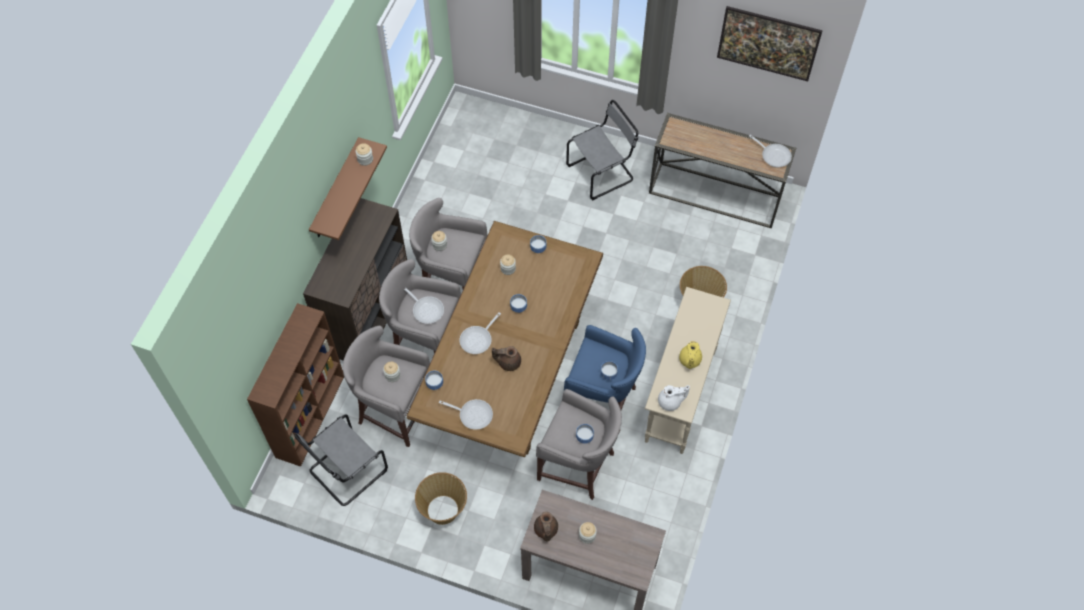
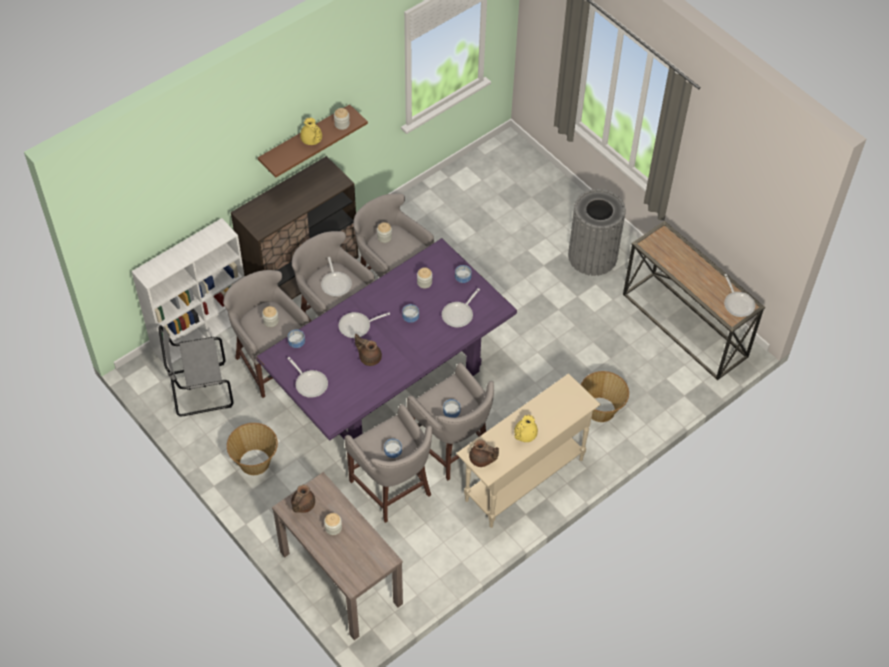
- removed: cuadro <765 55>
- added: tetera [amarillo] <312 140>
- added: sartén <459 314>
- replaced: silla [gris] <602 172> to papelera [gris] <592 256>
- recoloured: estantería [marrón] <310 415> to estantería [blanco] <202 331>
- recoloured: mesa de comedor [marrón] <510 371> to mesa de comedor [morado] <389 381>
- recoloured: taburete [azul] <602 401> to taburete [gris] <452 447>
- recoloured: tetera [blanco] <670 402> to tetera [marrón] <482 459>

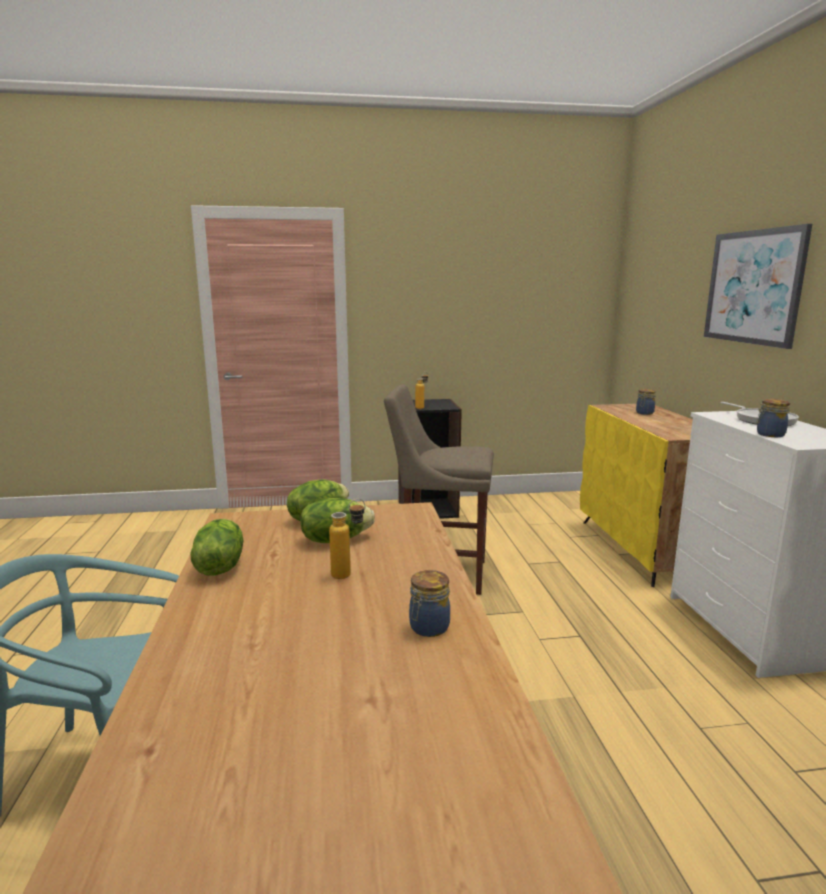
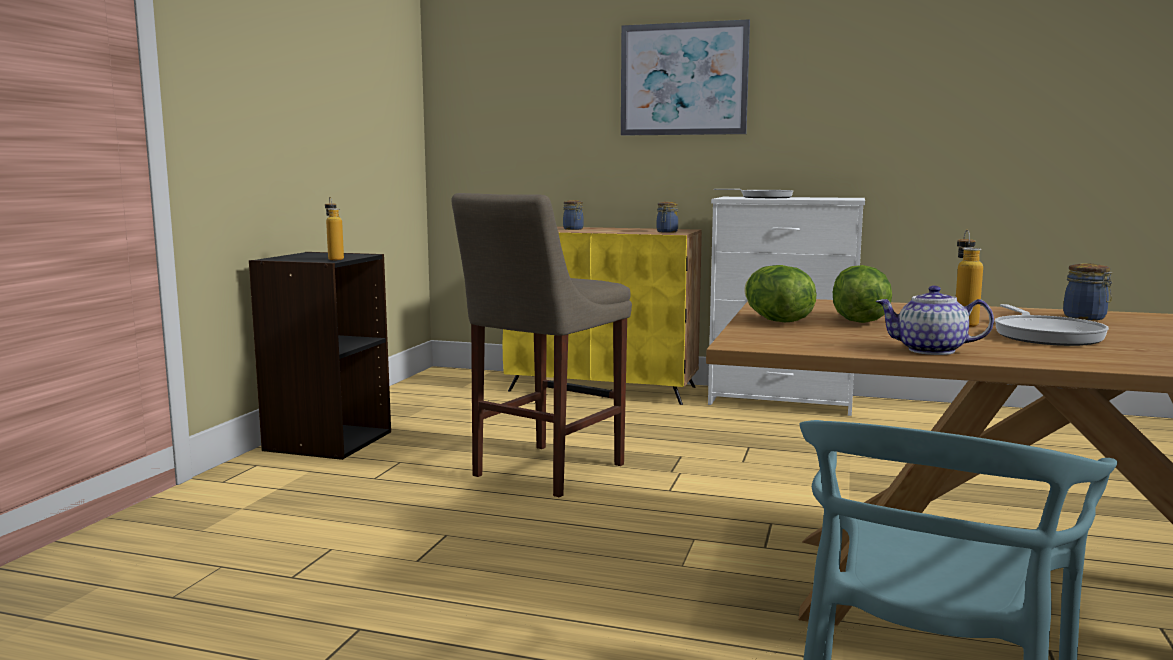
- added: sartén <1045 335>
- moved: tarro <769 434> to <666 232>
- replaced: lechuga <219 566> to tetera <930 350>

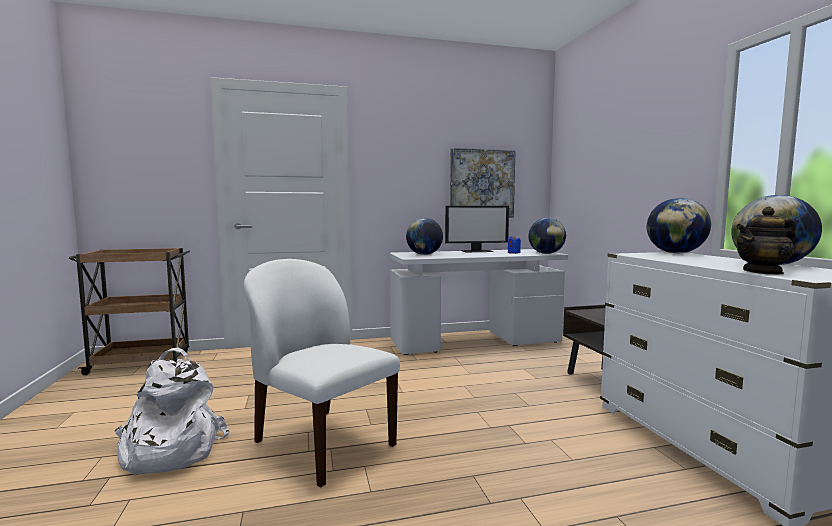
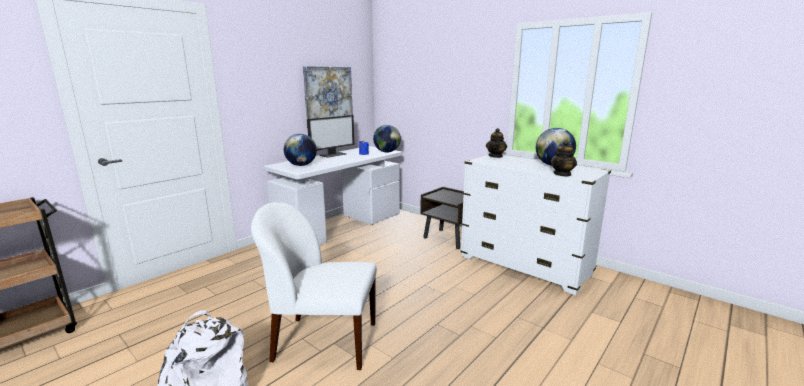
- replaced: globo terráqueo <675 253> to tetera <496 156>

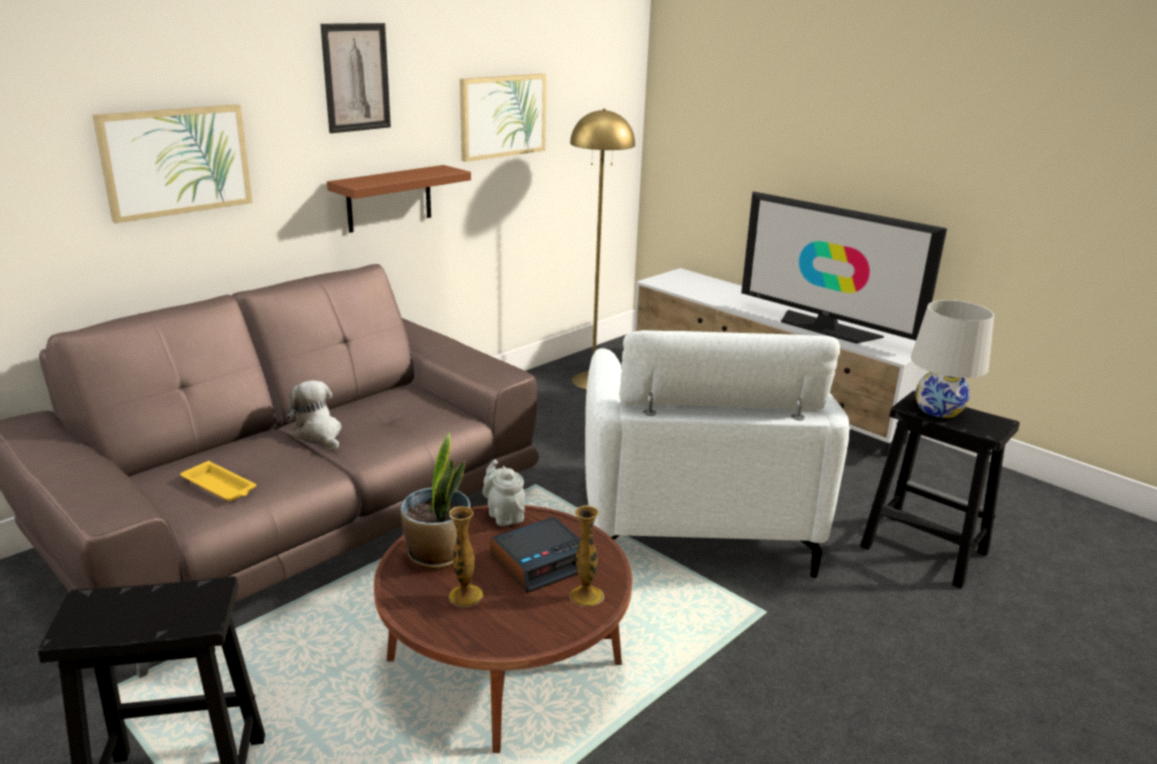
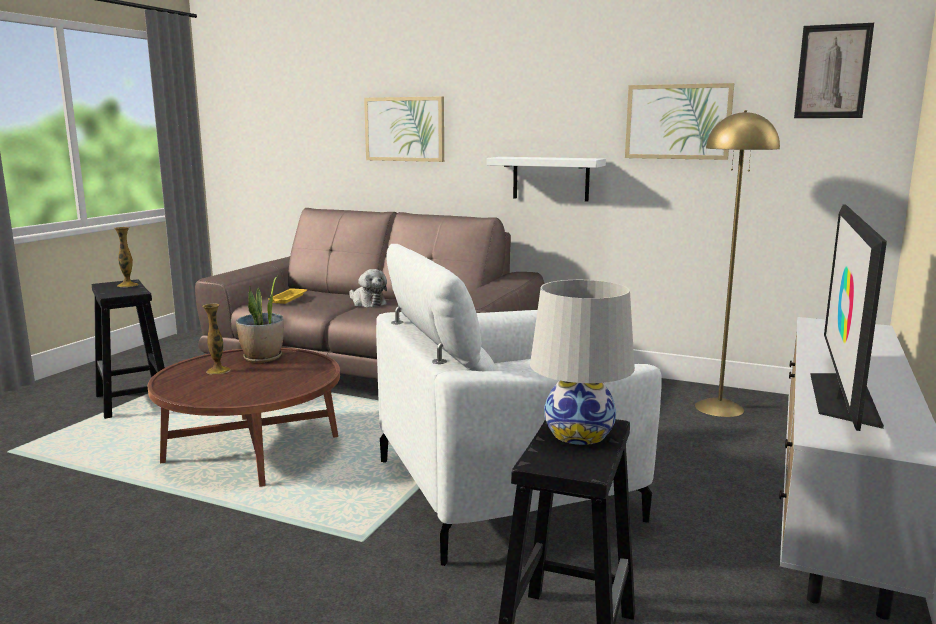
- removed: tetera [gris] <504 515>
- removed: despertador <540 562>
- moved: cuadro <356 77> to <832 72>
- moved: florero <586 596> to <128 285>
- recoloured: estante [marrón] <389 198> to estante [blanco] <550 178>
- turned: peluche <319 434> = <367 303> 105 degrees clockwise

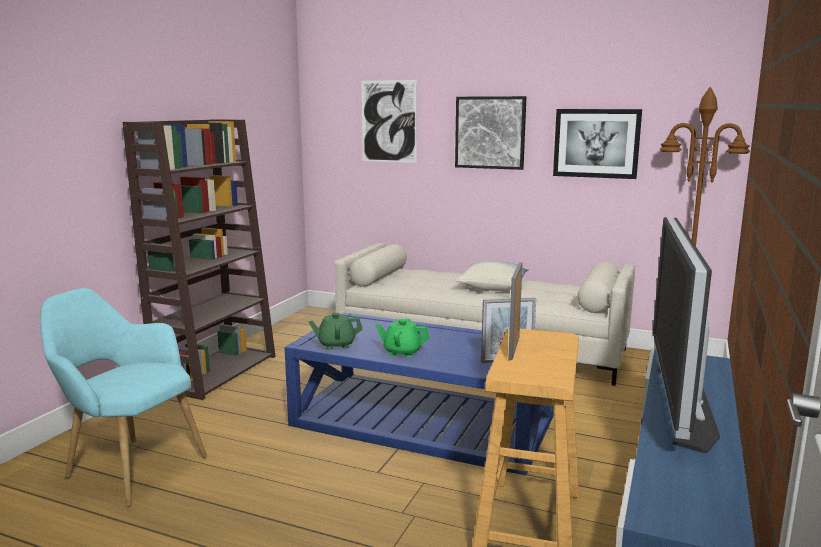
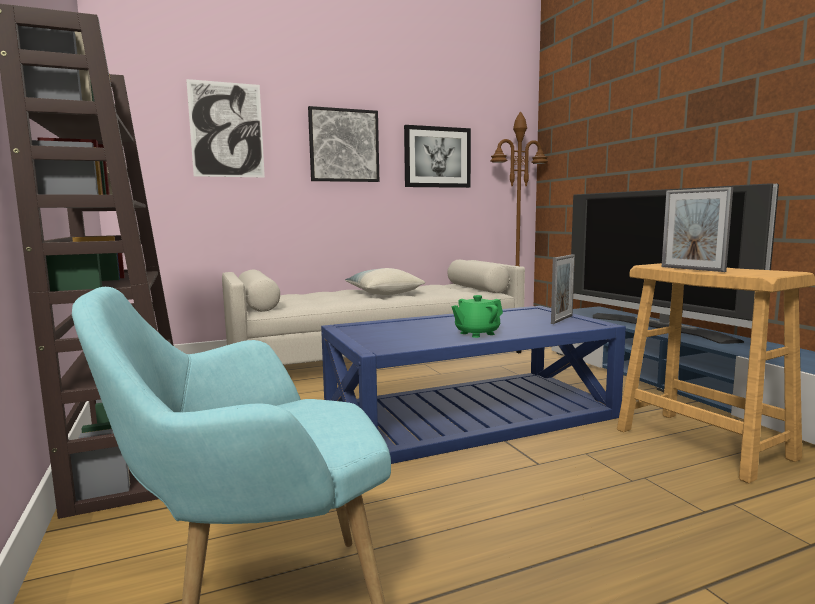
- removed: tetera [verde] <336 345>

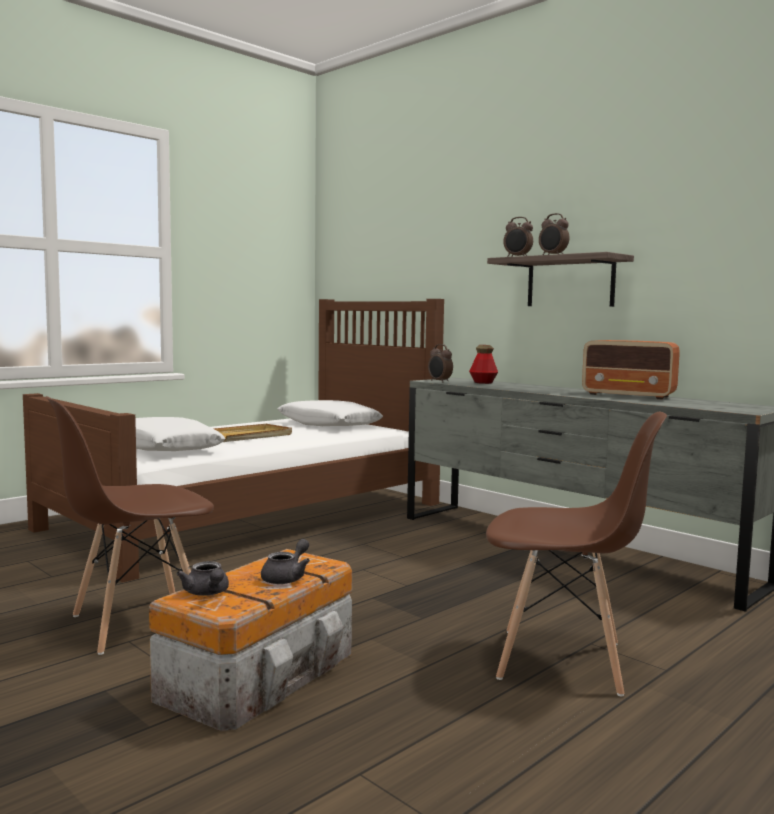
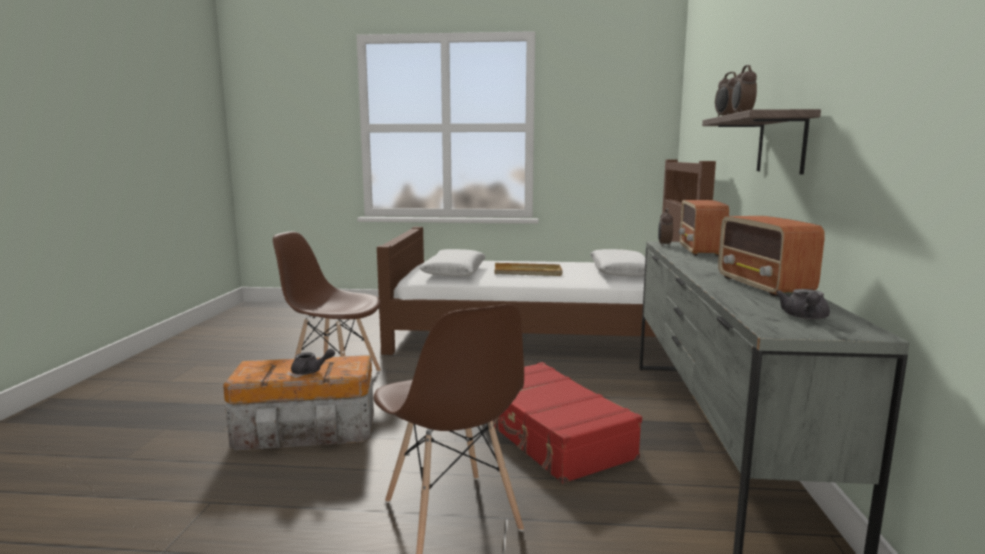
- added: maleta [rojo] <549 435>
- moved: tetera [gris] <207 593> to <804 317>
- replaced: botella <483 382> to radio <700 250>

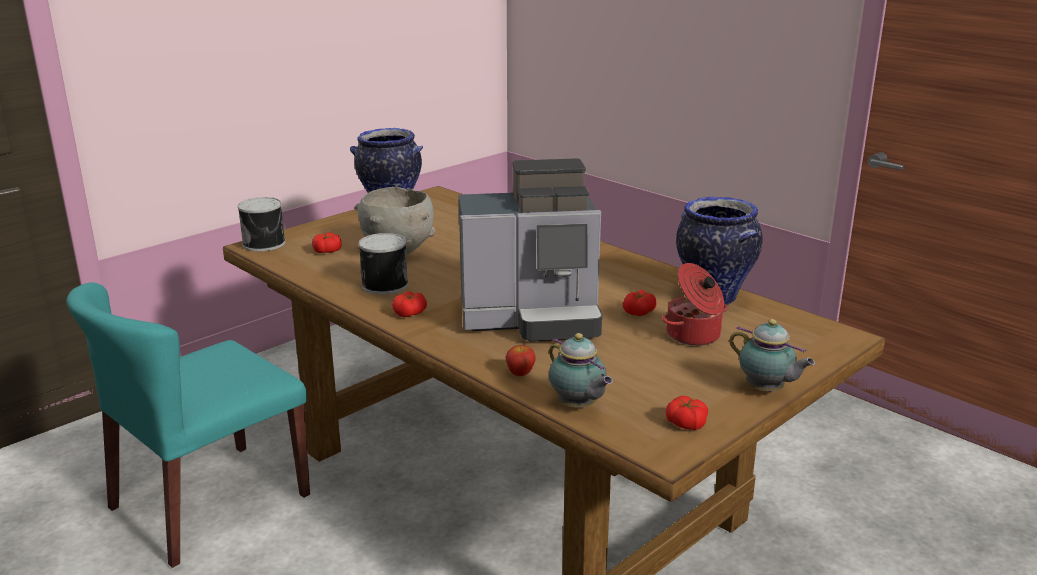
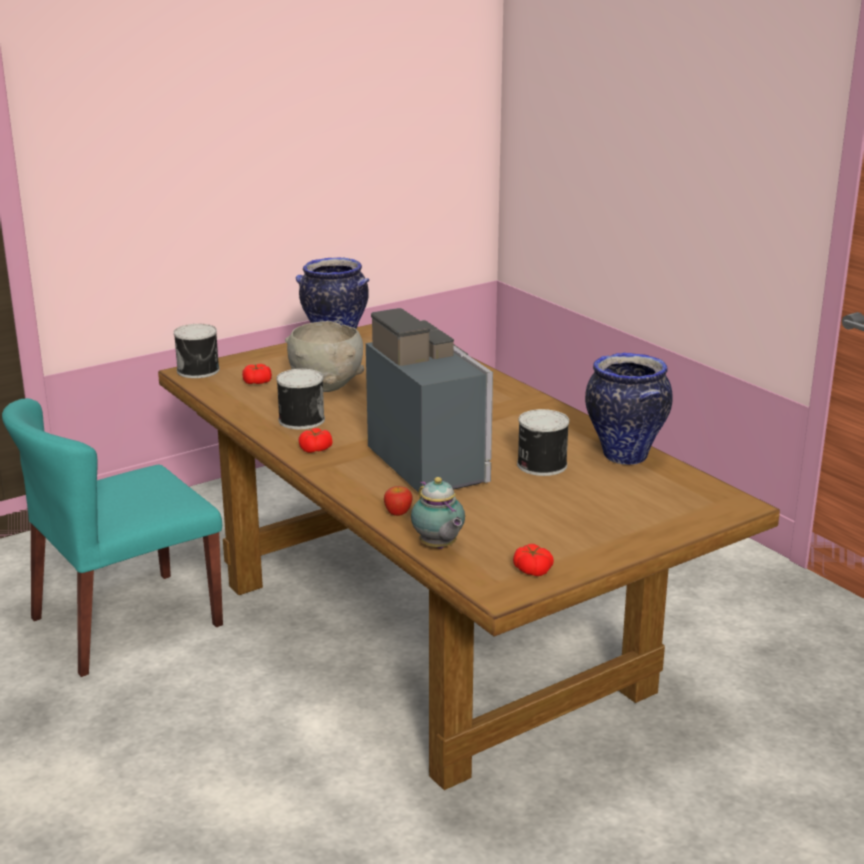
- removed: olla <694 335>
- removed: tetera <766 391>
- replaced: tomate <639 312> to lata <540 465>
- turned: cafetera <533 318> = <432 463> 120 degrees counterclockwise

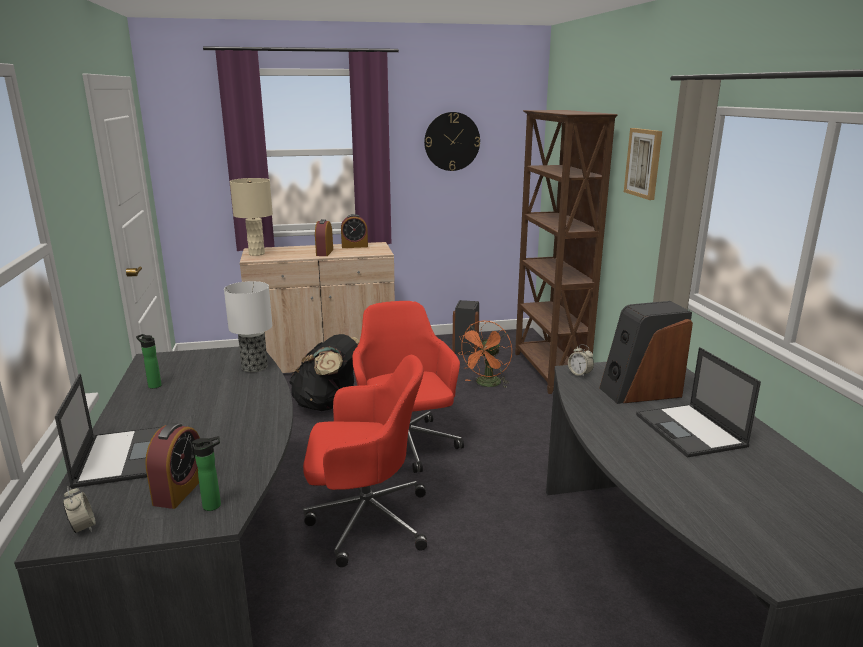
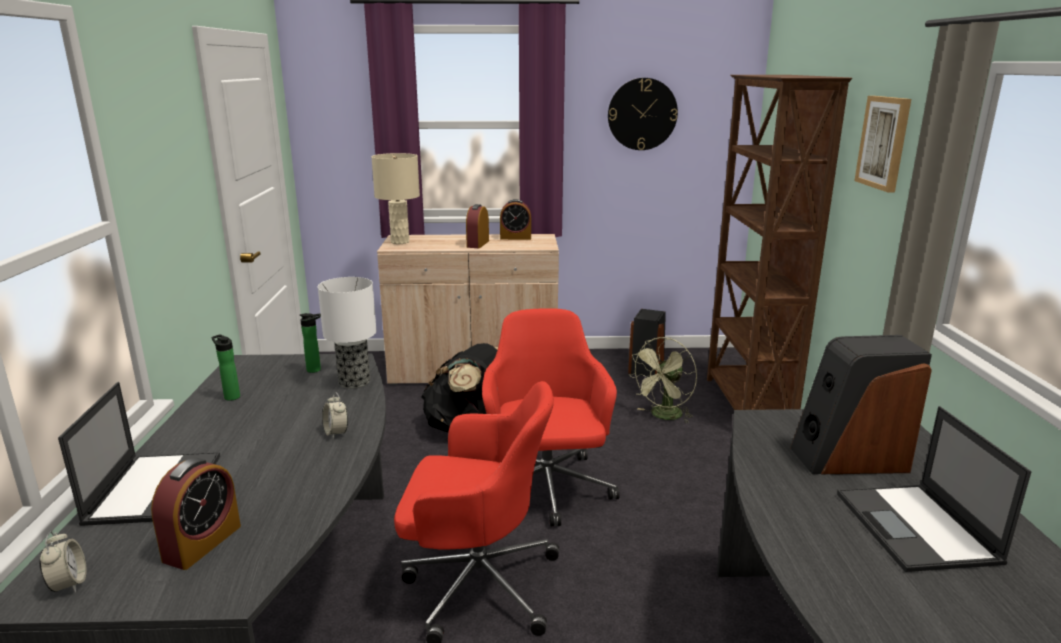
- moved: botella <215 505> to <316 370>
- moved: despertador <579 374> to <336 433>
- recoloured: ventilador [naranja] <486 384> to ventilador [verde] <663 416>

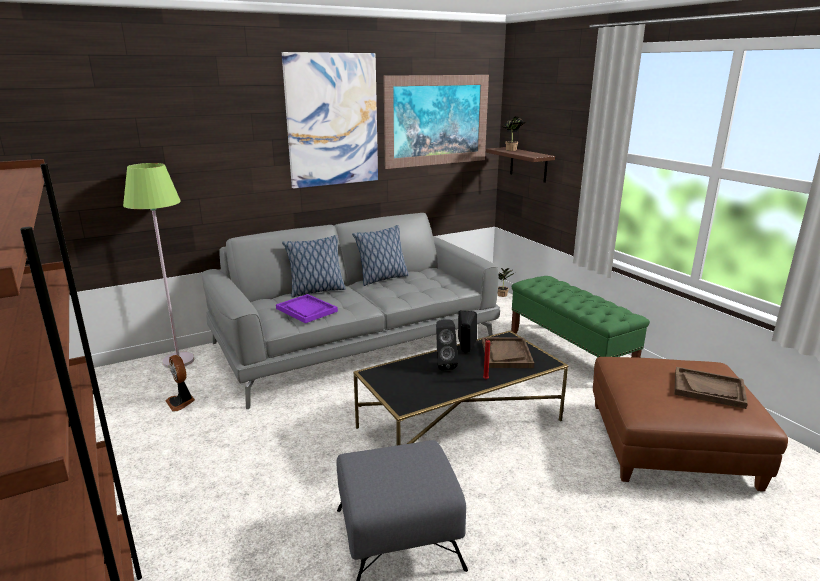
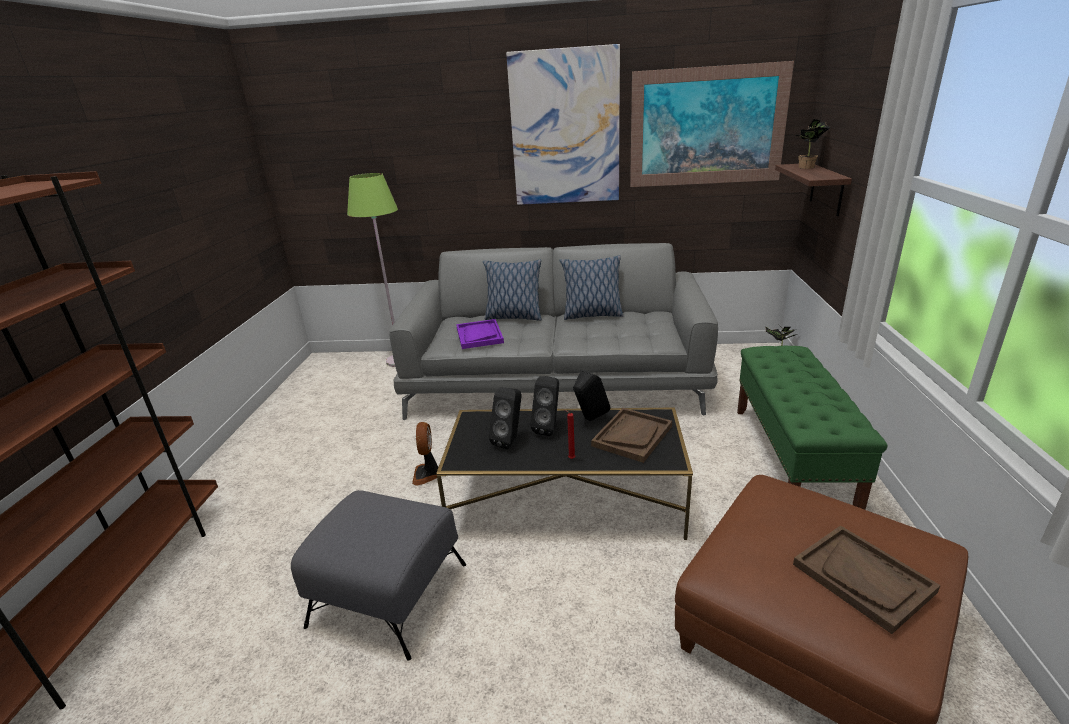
- added: altavoz [negro] <510 441>
- moved: ventilador <181 402> to <428 474>

